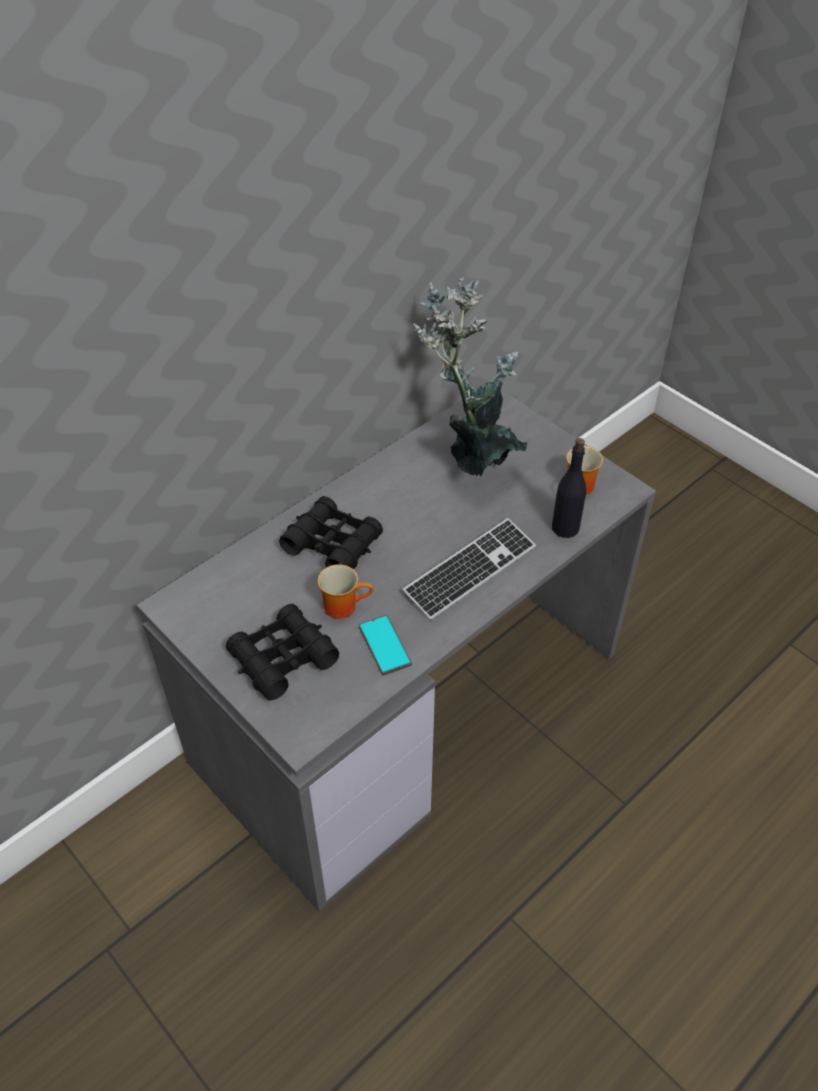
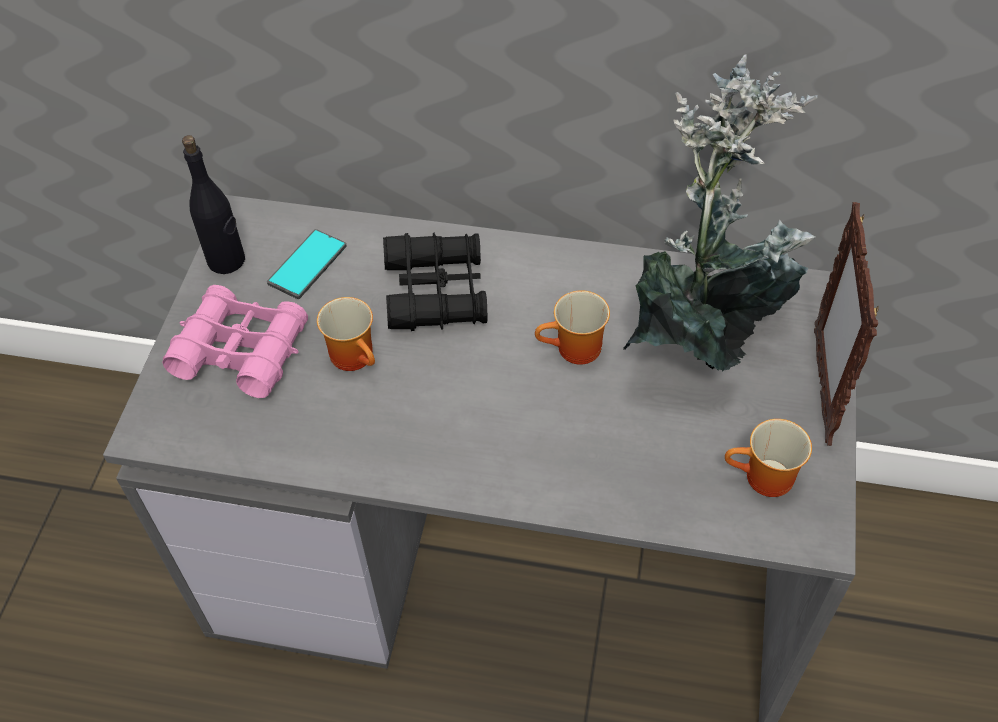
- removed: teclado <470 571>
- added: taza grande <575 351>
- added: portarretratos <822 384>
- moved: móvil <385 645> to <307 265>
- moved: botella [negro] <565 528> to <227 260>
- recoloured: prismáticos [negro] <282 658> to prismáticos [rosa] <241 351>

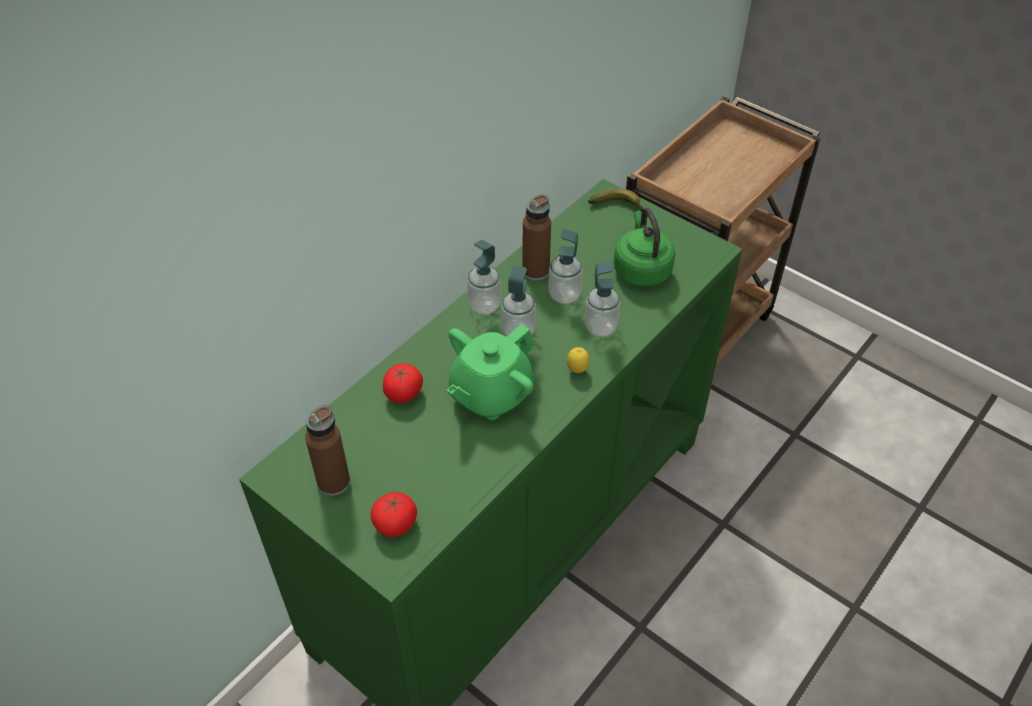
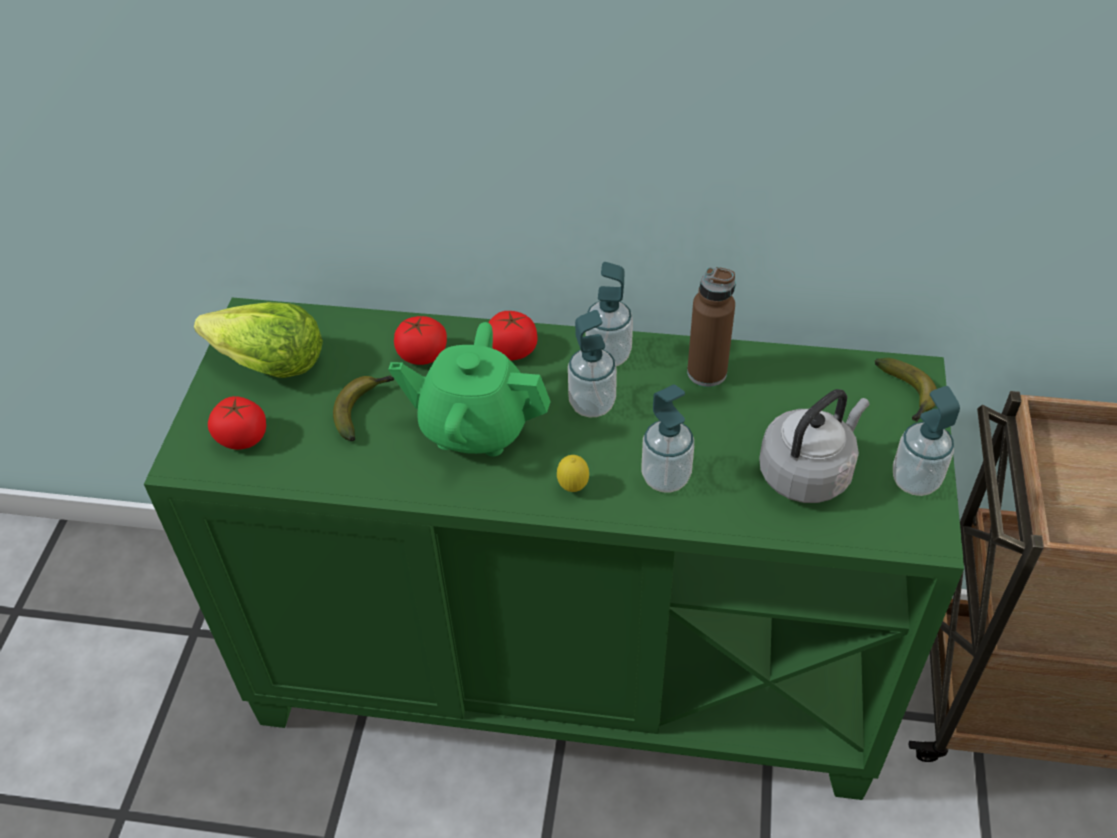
- added: plátano <363 409>
- added: tomate <512 350>
- moved: dispensador de jabón <564 295> to <915 480>
- replaced: botella [marrón] <333 482> to lechuga <268 364>
- recoloured: hervidor [verde] <641 269> to hervidor [gris] <808 472>

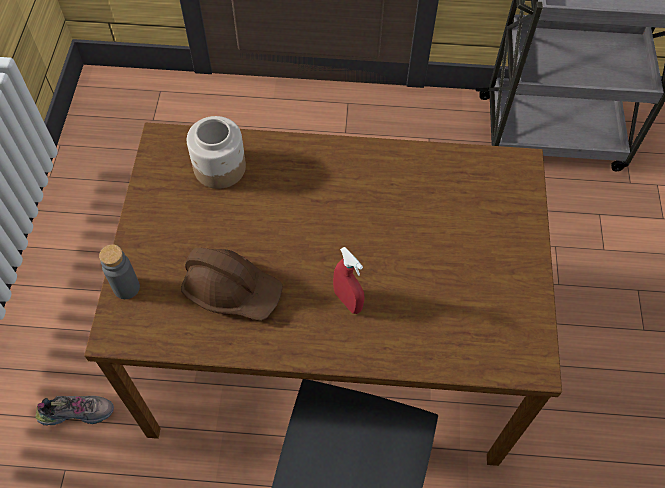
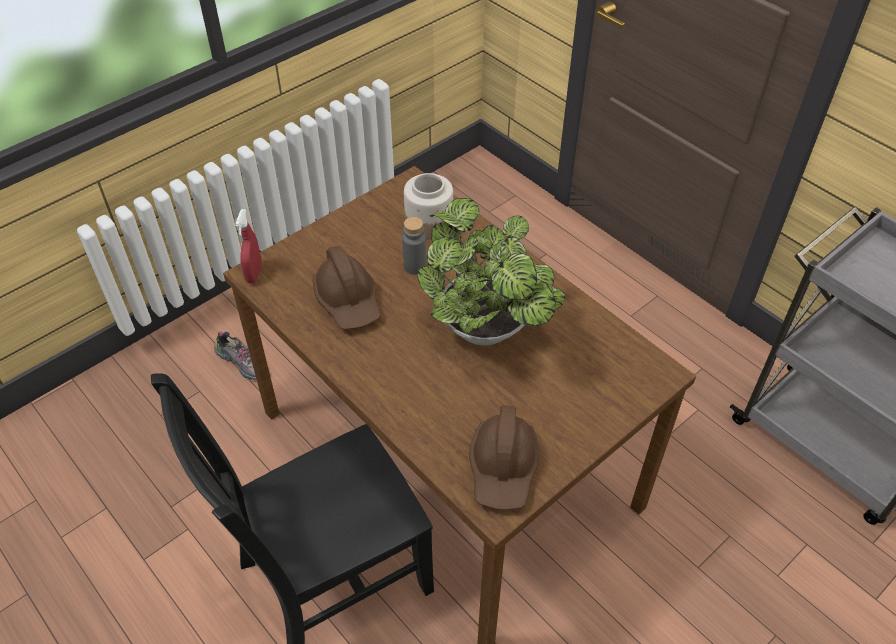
- added: planta en maceta <488 332>
- added: casco [marrón] <503 468>
- moved: botella [gris] <126 287> to <415 266>
- moved: pulverizador [rojo] <347 301> to <254 274>

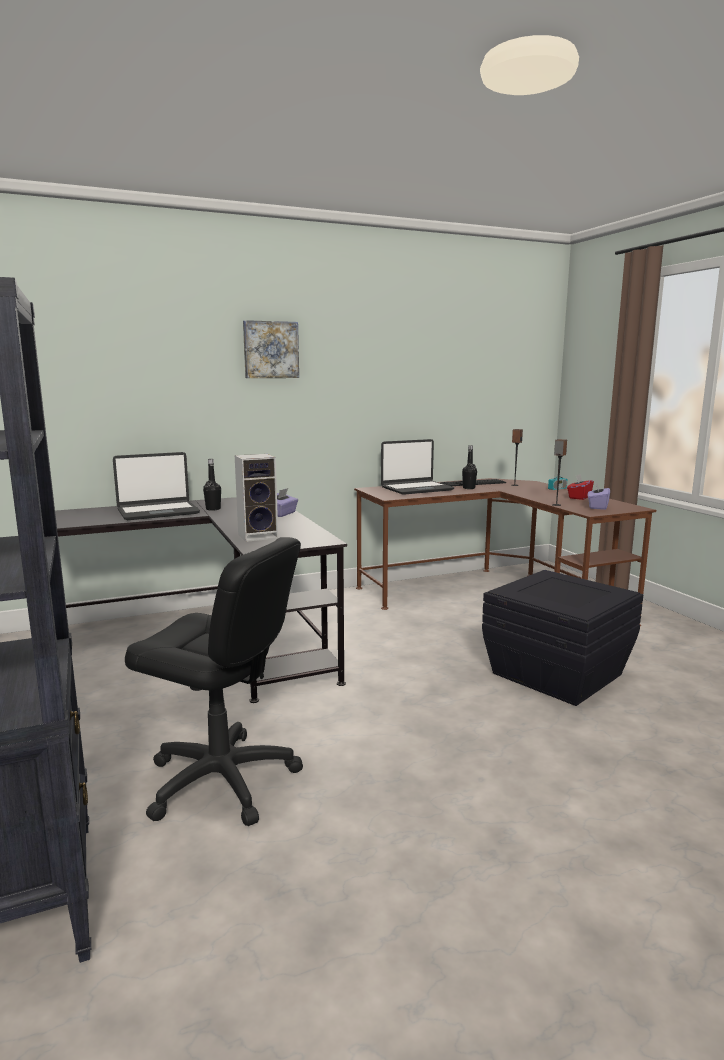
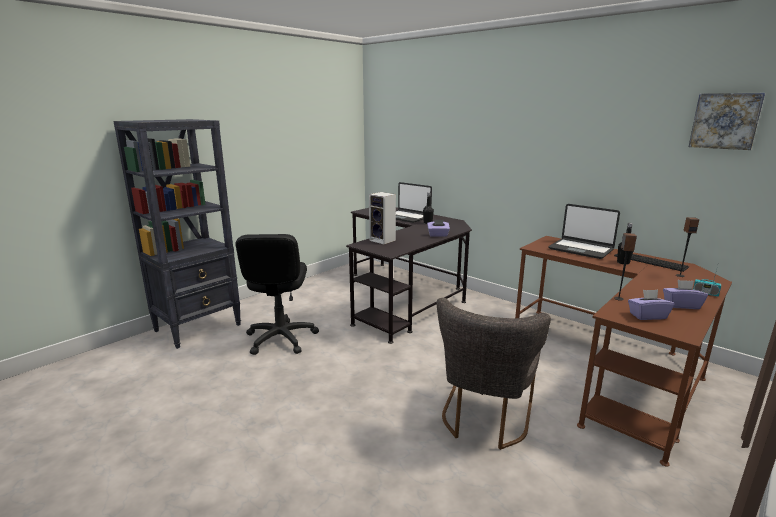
- moved: cuadro <270 350> to <725 121>
- replaced: caja de almacenaje [negro] <555 674> to silla [gris] <484 420>
- recoloured: caja de pañuelos [rojo] <579 497> to caja de pañuelos [morado] <681 305>

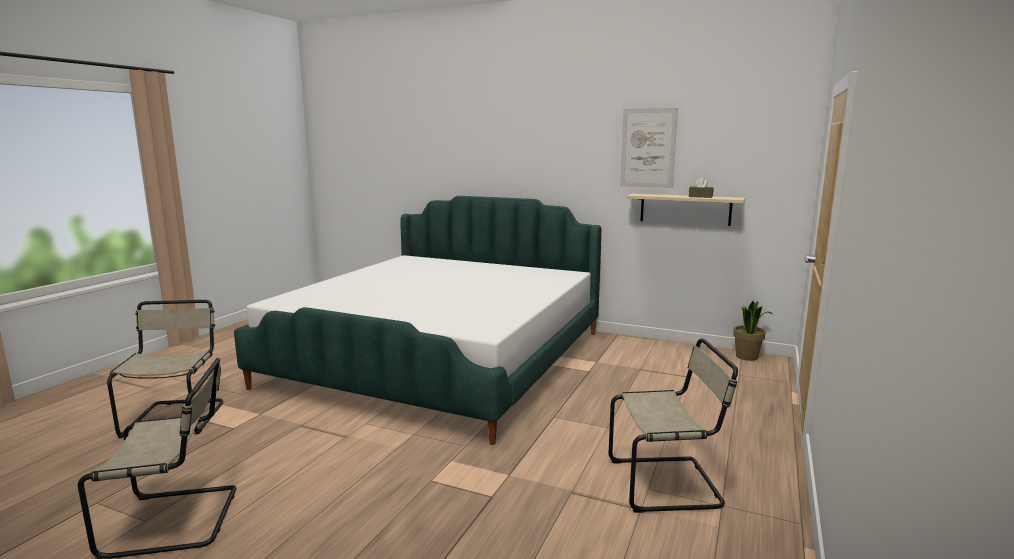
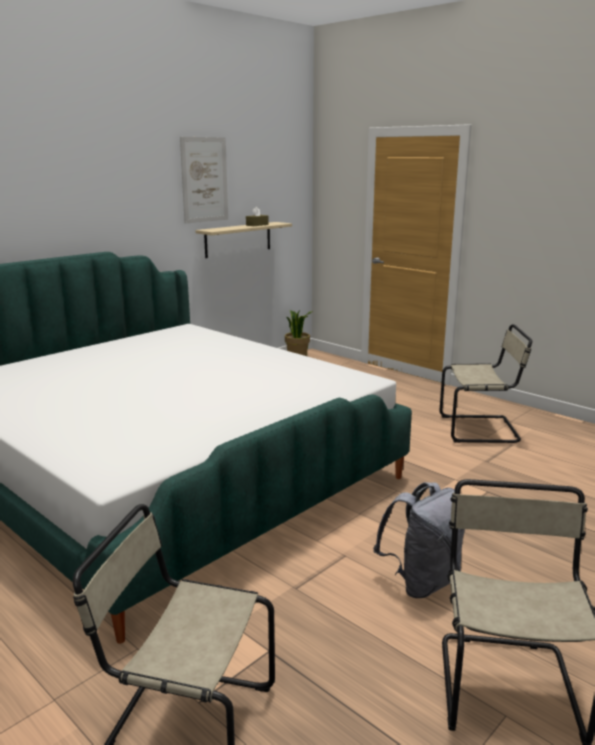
- added: mochila [gris] <421 582>
- turned: silla [beis] <668 483> = <482 429> 75 degrees clockwise

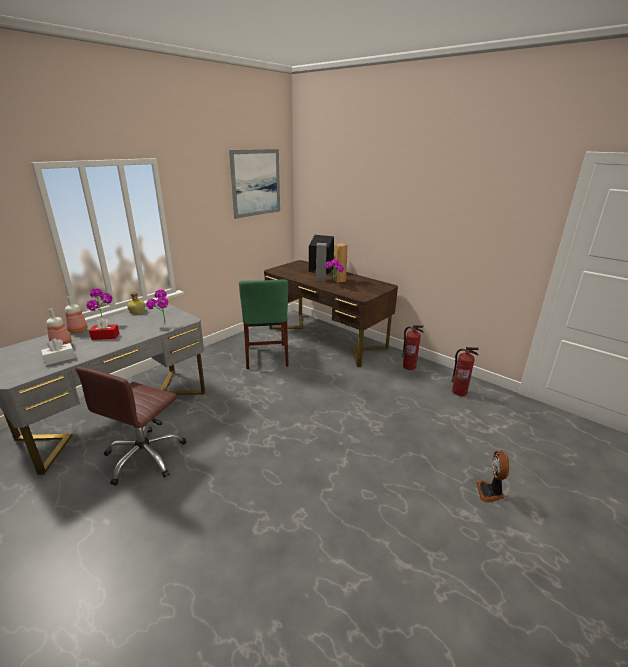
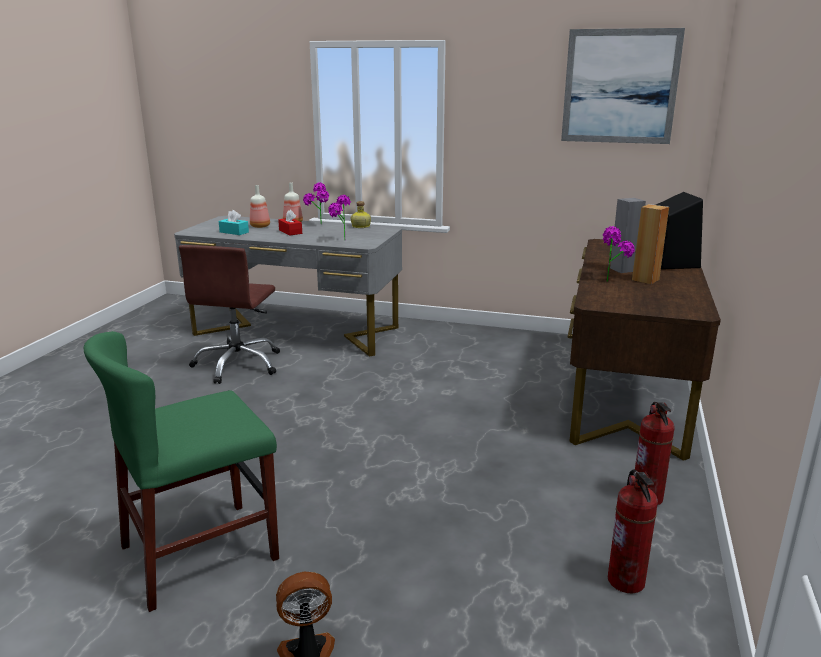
- moved: silla [verde] <266 356> to <200 552>
- recoloured: caja de pañuelos [blanco] <59 358> to caja de pañuelos [turquesa] <234 232>
- turned: silla de oficina [marrón] <145 457> = <238 364> 75 degrees counterclockwise

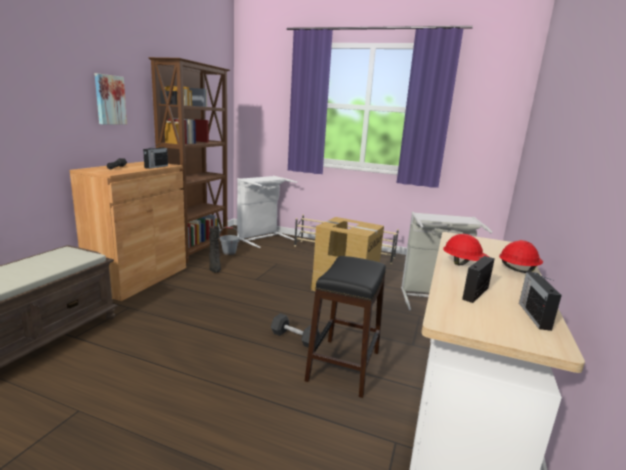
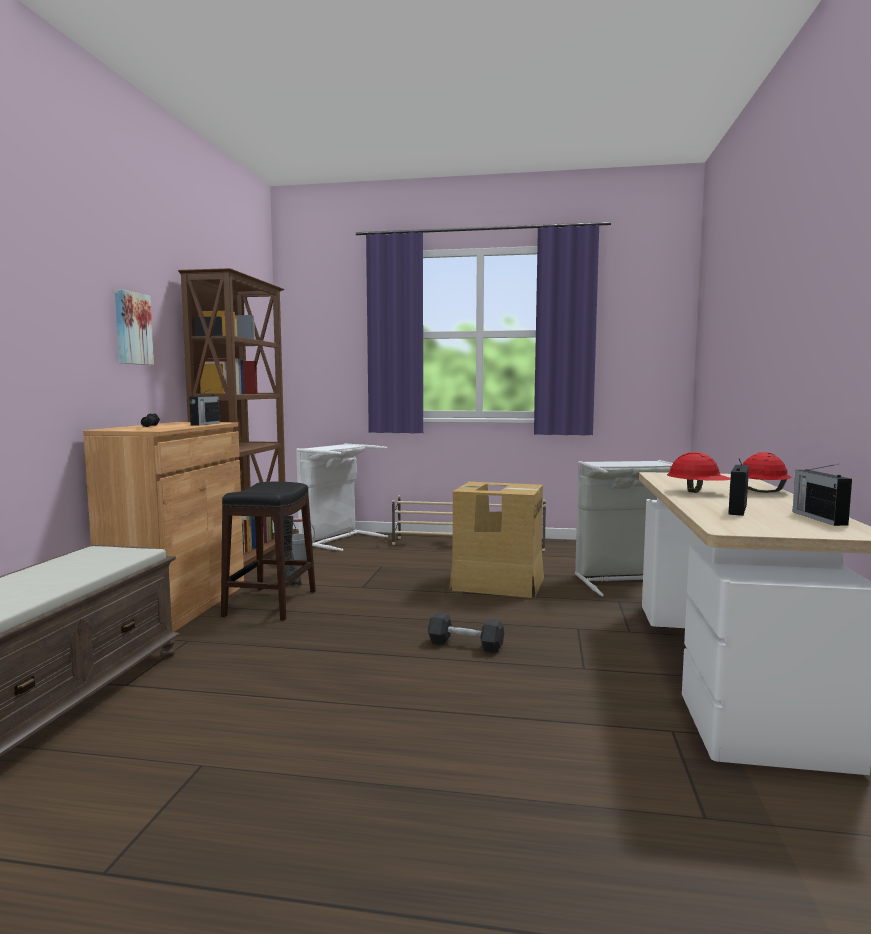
- moved: taburete [negro] <343 366> to <270 603>

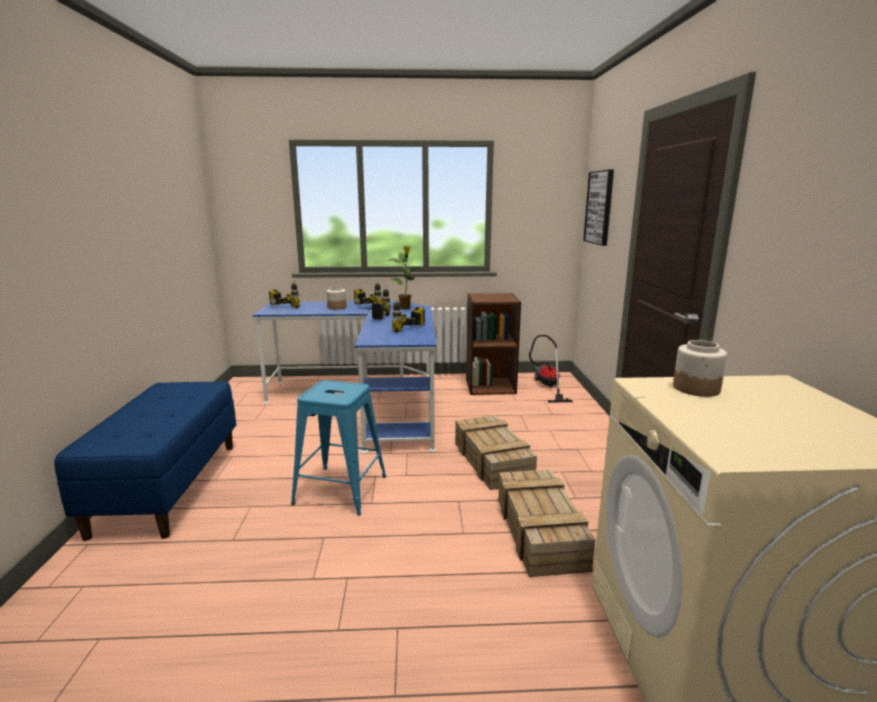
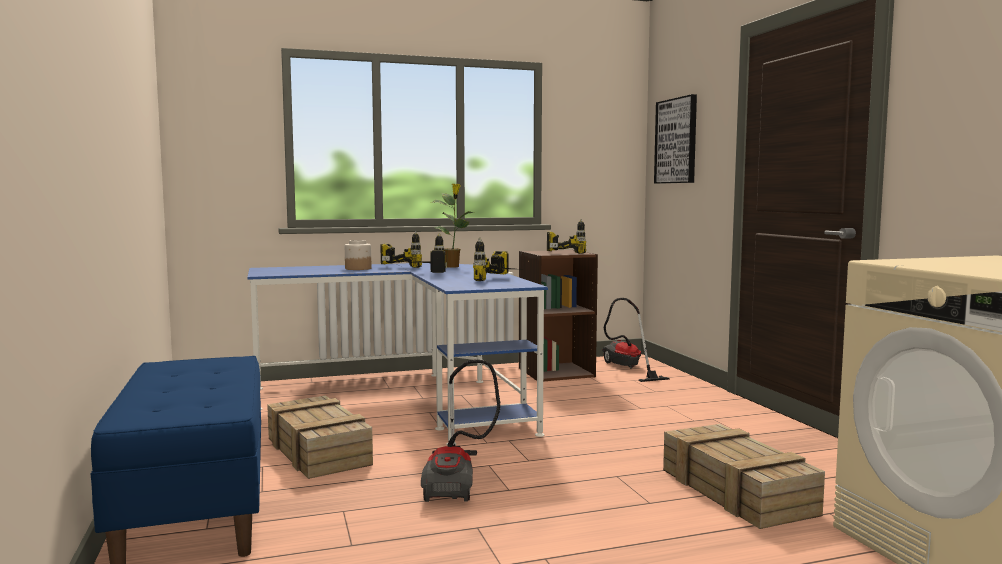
- removed: tarro <696 388>
- moved: taladro <291 305> to <565 252>
- moved: caja de embalaje <493 462> to <319 451>
- replaced: taburete [azul] <341 490> to aspiradora <455 482>

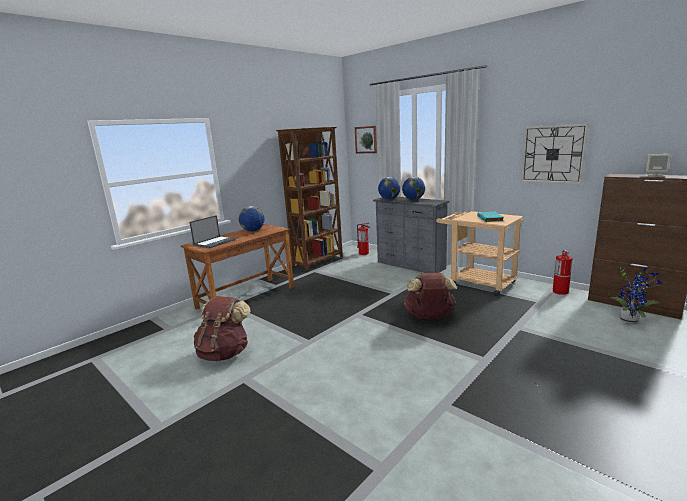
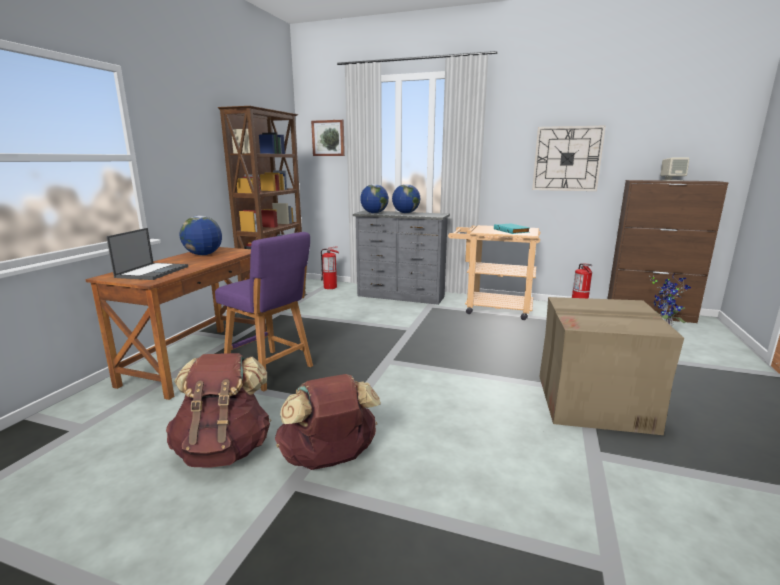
- added: taburete [morado] <271 370>
- added: caja de cartón <595 402>
- moved: mochila [marrón] <429 317> to <329 460>

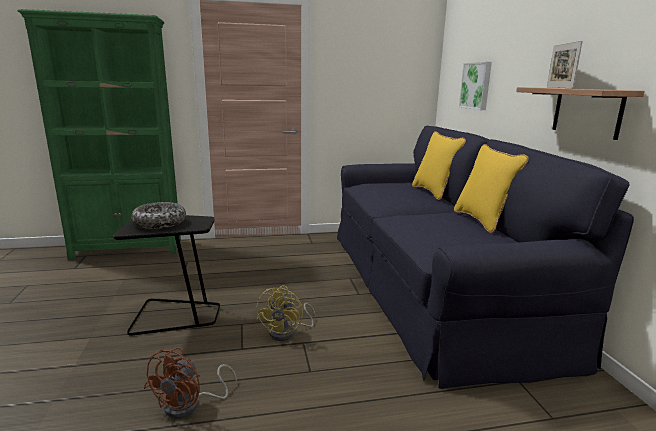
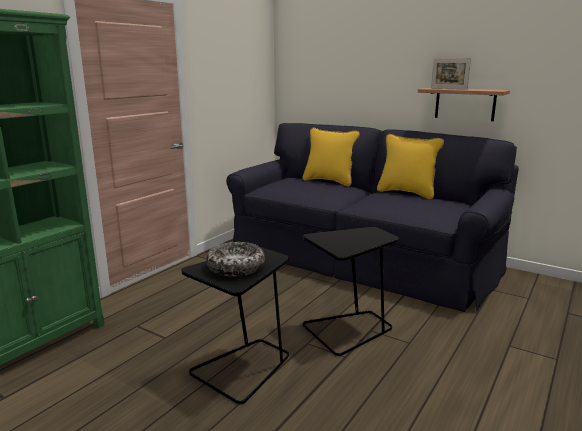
- removed: ventilador [marrón] <190 405>
- removed: cuadro <476 86>
- replaced: ventilador [amarillo] <287 332> to mesa auxiliar [negro] <348 330>

